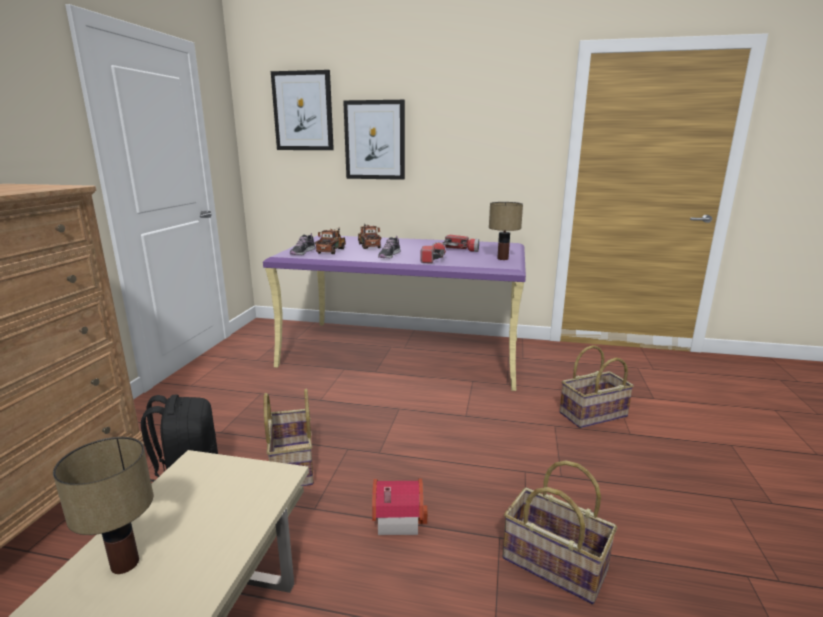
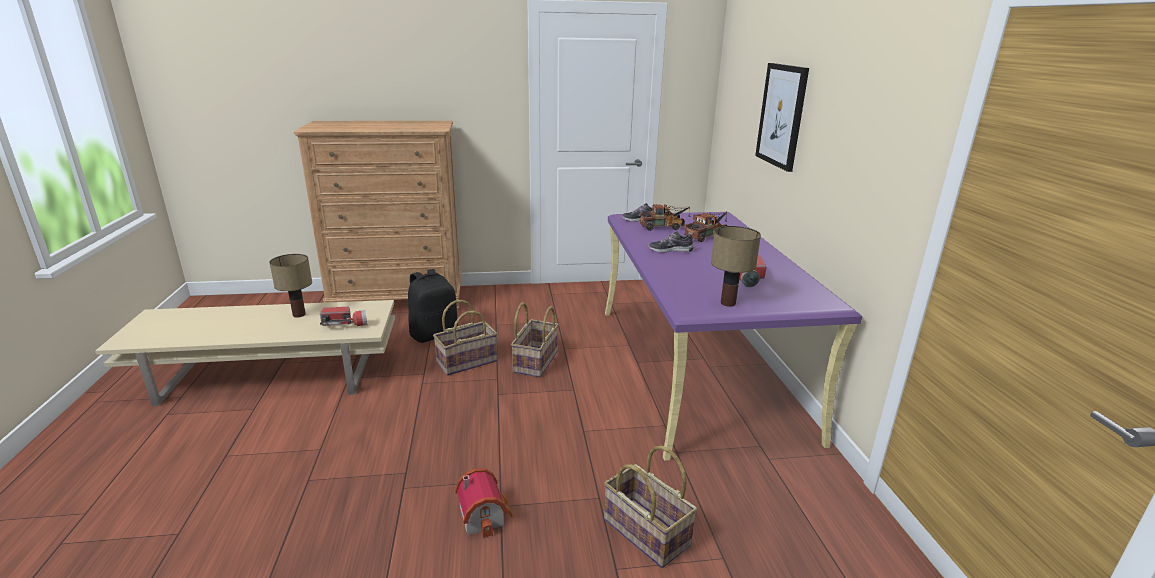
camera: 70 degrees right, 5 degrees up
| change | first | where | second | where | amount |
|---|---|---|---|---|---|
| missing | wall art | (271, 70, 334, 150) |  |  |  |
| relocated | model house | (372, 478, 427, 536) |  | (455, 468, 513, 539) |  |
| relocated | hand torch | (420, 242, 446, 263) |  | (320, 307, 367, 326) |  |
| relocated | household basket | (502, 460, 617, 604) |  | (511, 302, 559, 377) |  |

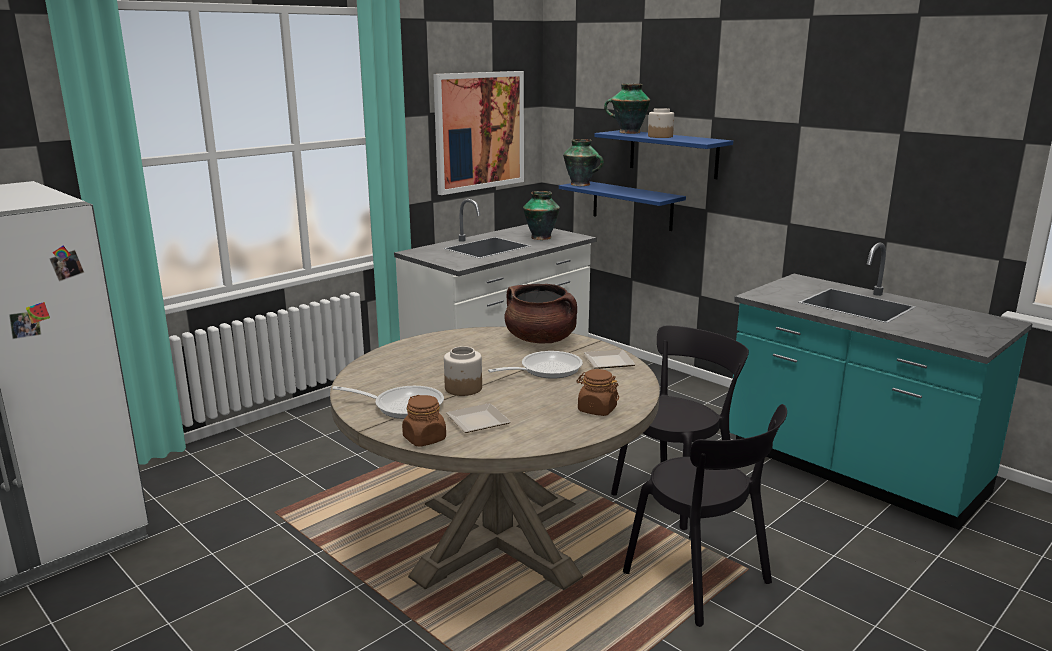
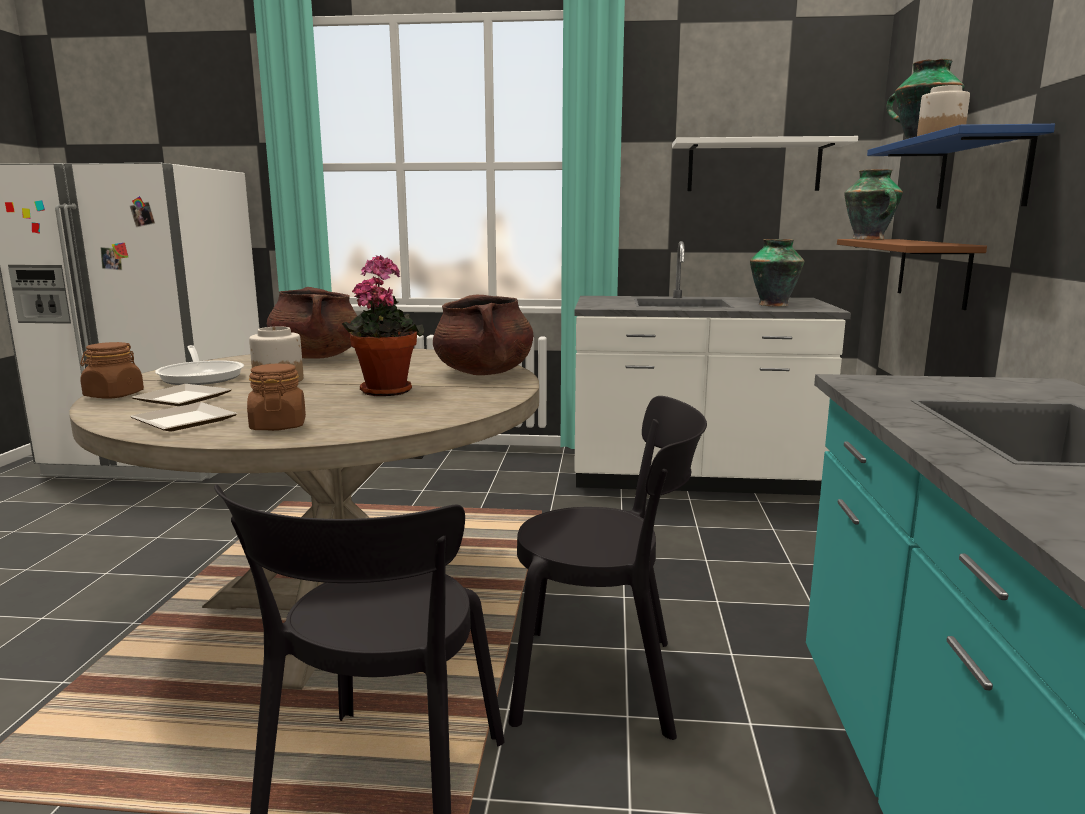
camera: 50 degrees right, 5 degrees down
| change | first | where | second | where | amount |
|---|---|---|---|---|---|
| appeared |  |  | brownish saucepot | (267, 287, 357, 359) |  |
| relocated | plate | (584, 350, 636, 369) |  | (130, 402, 237, 431) |  |
| exchanged | wall art | (433, 71, 524, 195) | white bracket shelf | (672, 136, 858, 191) |  |
| exchanged | skillet | (488, 351, 583, 379) | plant in a pot | (342, 255, 424, 396) |  |
| colour | bluish bracket shelf | (559, 181, 686, 231) | brownish bracket shelf | (837, 239, 987, 310) |  |

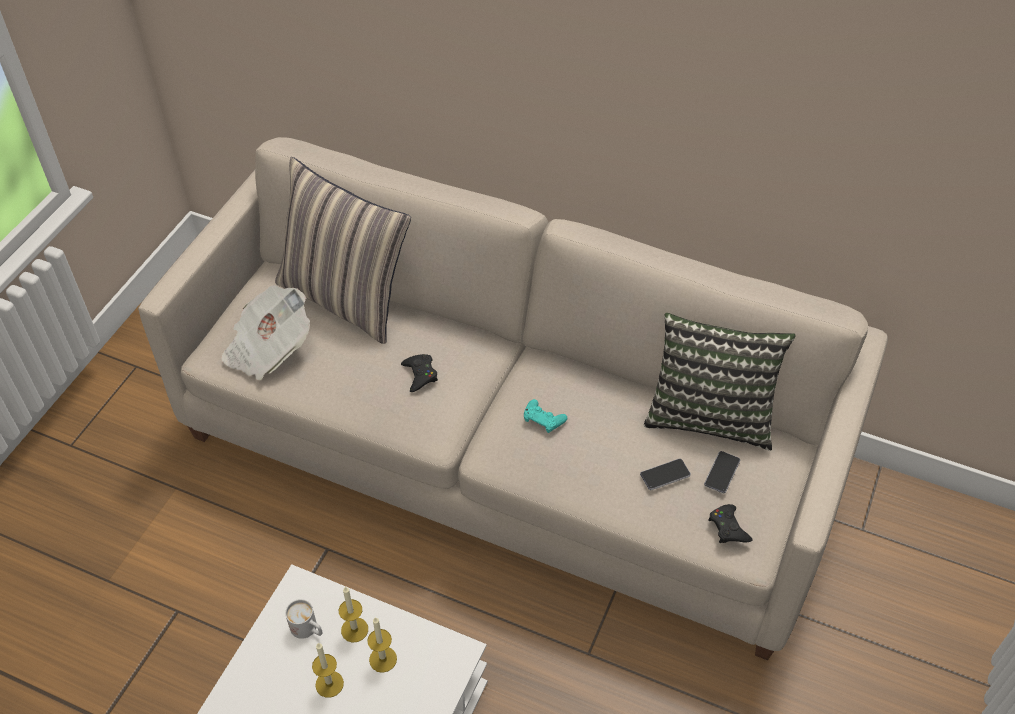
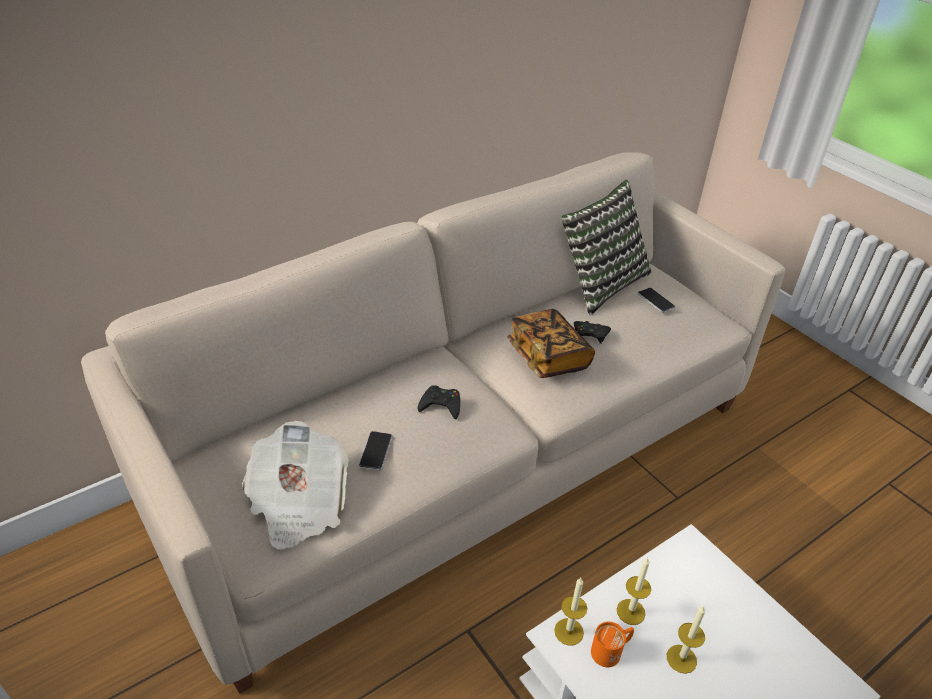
camera: 60 degrees left, 10 degrees down
| change | first | where | second | where | amount |
|---|---|---|---|---|---|
| missing | pillow | (275, 157, 411, 344) |  |  |  |
| relocated | wax candle | (367, 617, 397, 673) |  | (554, 578, 587, 646) |  |
| relocated | telephone | (640, 459, 691, 490) |  | (359, 431, 392, 470) |  |
| relocated | blackish joypad | (708, 504, 753, 543) |  | (574, 321, 611, 344) |  |
| exchanged | turquoise joypad | (524, 399, 567, 433) | bound book | (508, 309, 595, 378) |  |
| colour | white coffee mug | (285, 599, 322, 639) | orange coffee mug | (591, 622, 634, 667) |  |

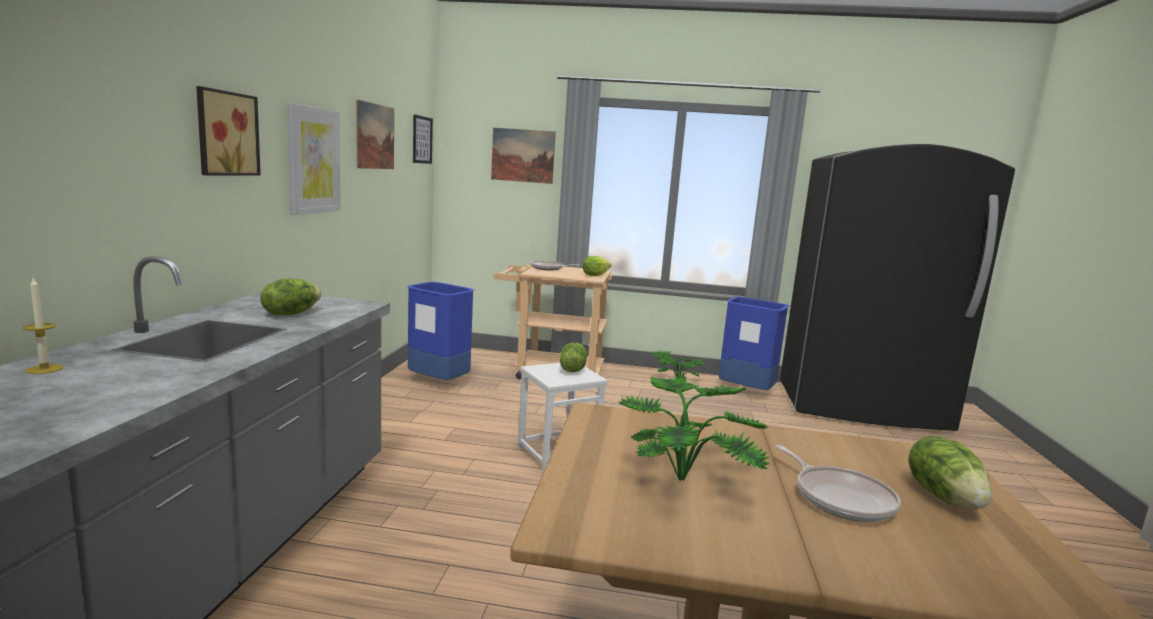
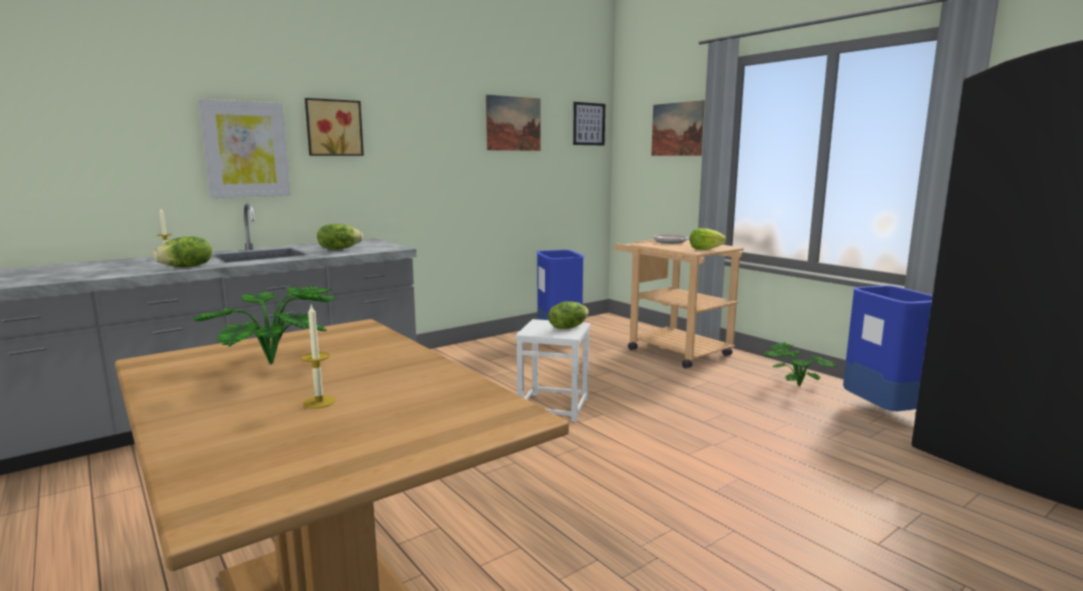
camera: 45 degrees right, 0 degrees up
| change | first | where | second | where | amount |
|---|---|---|---|---|---|
| relocated | wall art | (287, 103, 340, 215) |  | (198, 99, 291, 198) |  |
| relocated | lettuce | (908, 436, 992, 509) |  | (153, 236, 212, 267) |  |
| exchanged | skillet | (775, 445, 901, 522) | wax candle | (301, 305, 336, 409) |  |

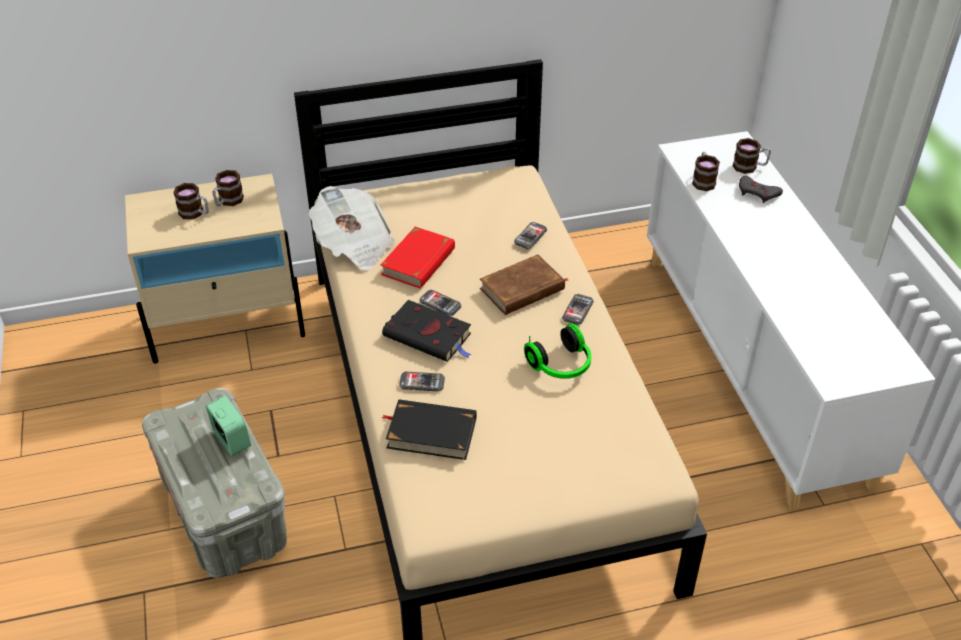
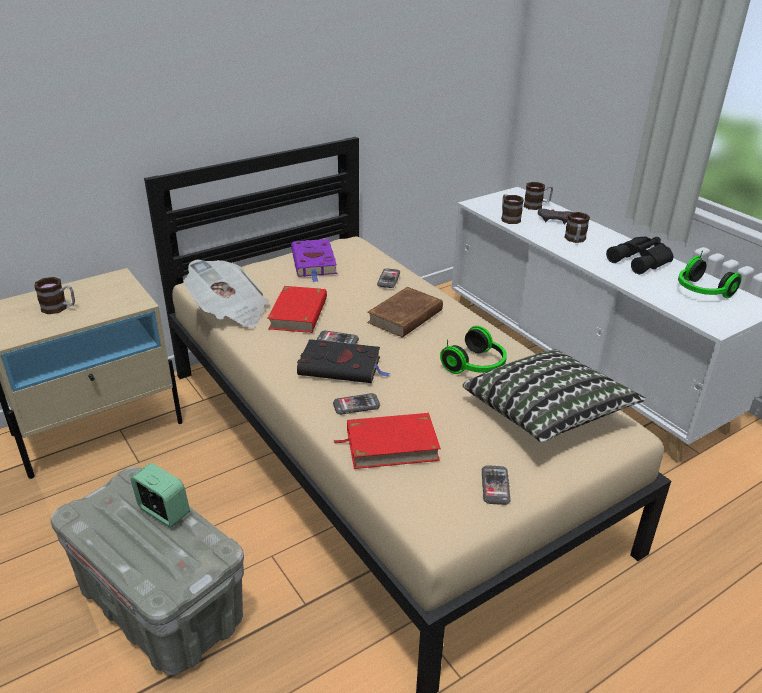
camera: 20 degrees left, 10 degrees down
| change | first | where | second | where | amount |
|---|---|---|---|---|---|
| appeared |  |  | purple-coloured bound book | (291, 239, 337, 282) |  |
| appeared |  |  | pillow | (463, 350, 646, 443) |  |
| appeared |  |  | blackish pair of binoculars | (606, 237, 674, 274) |  |
| appeared |  |  | headset | (678, 251, 742, 299) |  |
| relocated | coffee mug | (213, 170, 244, 206) |  | (564, 212, 590, 243) |  |
| relocated | telephone | (562, 294, 594, 325) |  | (482, 465, 511, 505) |  |
| colour | blackish bound book | (381, 399, 476, 460) | red bound book | (334, 413, 441, 469) |  |

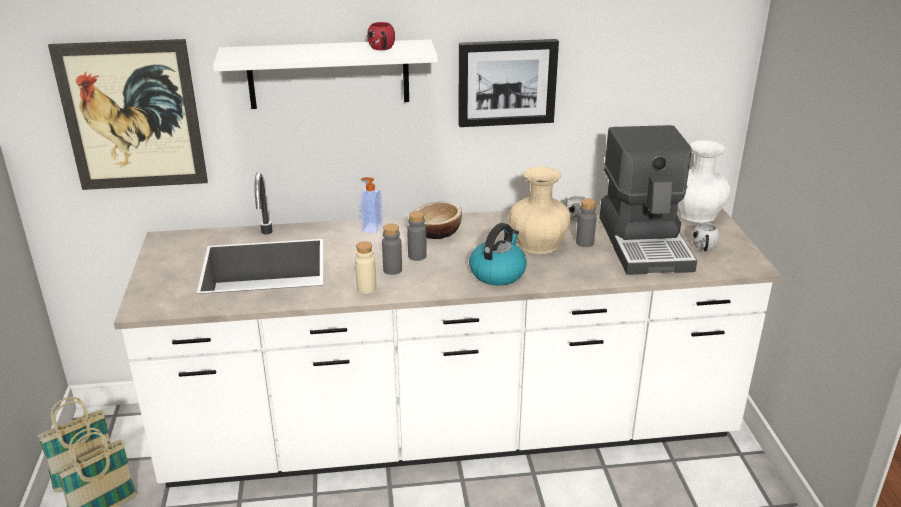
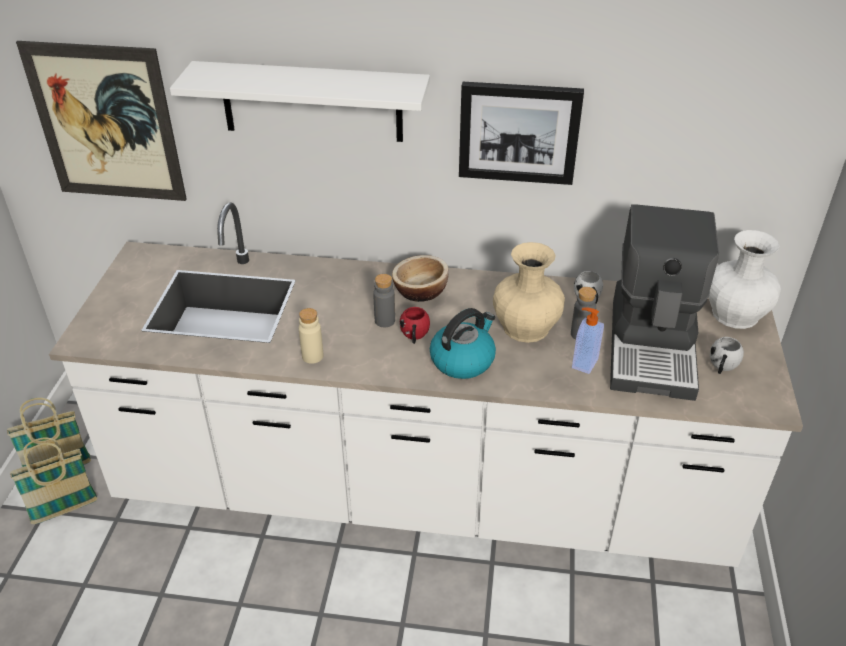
camera: 15 degrees right, 10 degrees up
| change | first | where | second | where | amount |
|---|---|---|---|---|---|
| missing | gray bottle | (382, 224, 402, 275) |  |  |  |
| relocated | liquid soap bottle | (360, 177, 383, 233) |  | (572, 307, 604, 374) |  |
| relocated | red coffee mug | (367, 22, 395, 50) |  | (400, 307, 430, 344) |  |

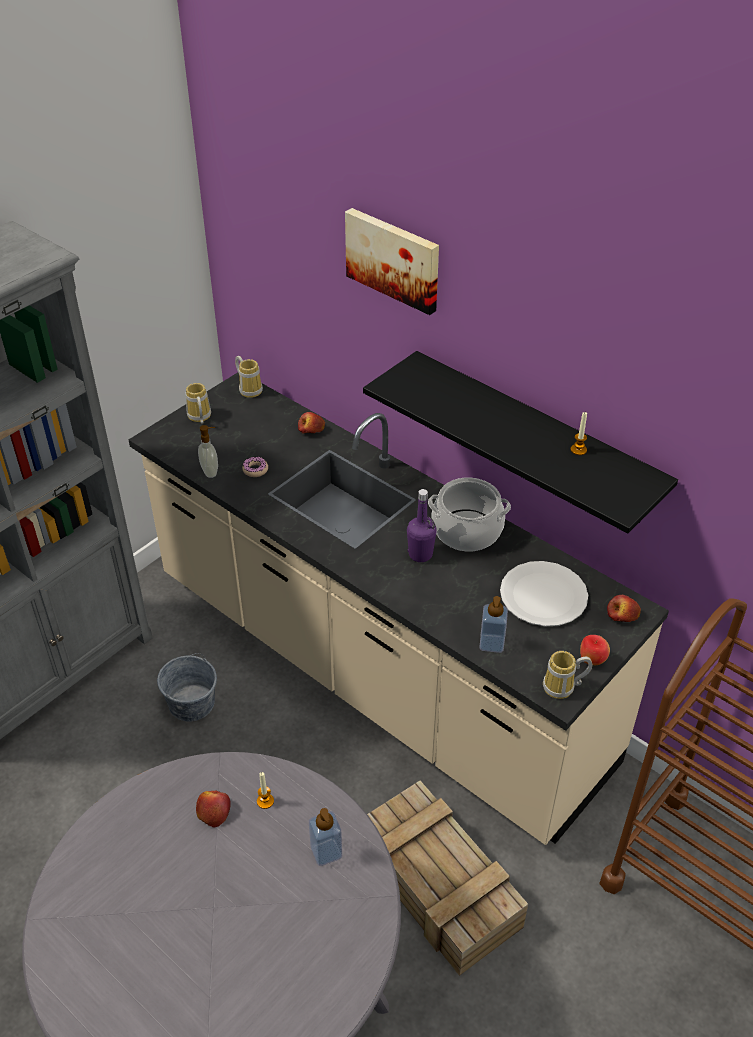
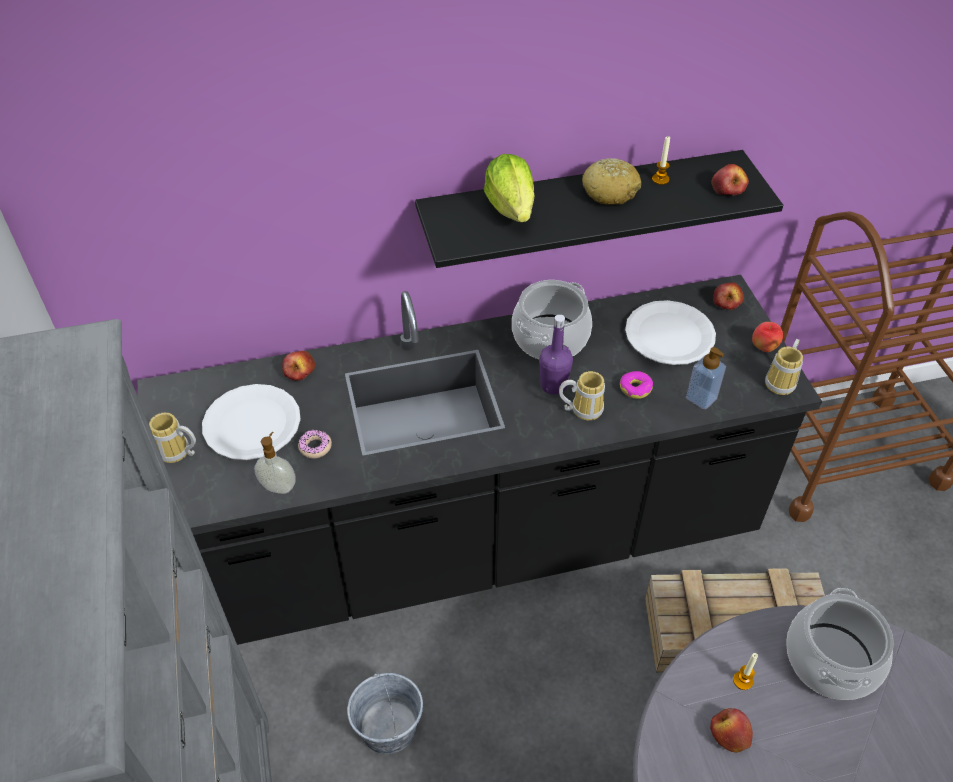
camera: 55 degrees left, 5 degrees up
| change | first | where | second | where | amount |
|---|---|---|---|---|---|
| missing | wall art | (345, 208, 439, 315) |  |  |  |
| appeared |  |  | white plate | (202, 384, 301, 460) |  |
| appeared |  |  | lettuce | (484, 154, 535, 222) |  |
| appeared |  |  | bread | (582, 158, 641, 205) |  |
| appeared |  |  | donut | (620, 371, 653, 399) |  |
| appeared |  |  | apple fruit | (711, 164, 749, 195) |  |
| relocated | coffee mug | (235, 356, 263, 398) |  | (559, 371, 605, 420) |  |
| exchanged | liquid soap bottle | (309, 808, 342, 866) | saucepot | (786, 588, 894, 700) |  |
| colour | sand-coloured kitchen counter | (129, 373, 669, 845) | blackish kitchen counter | (138, 275, 822, 645) |  |

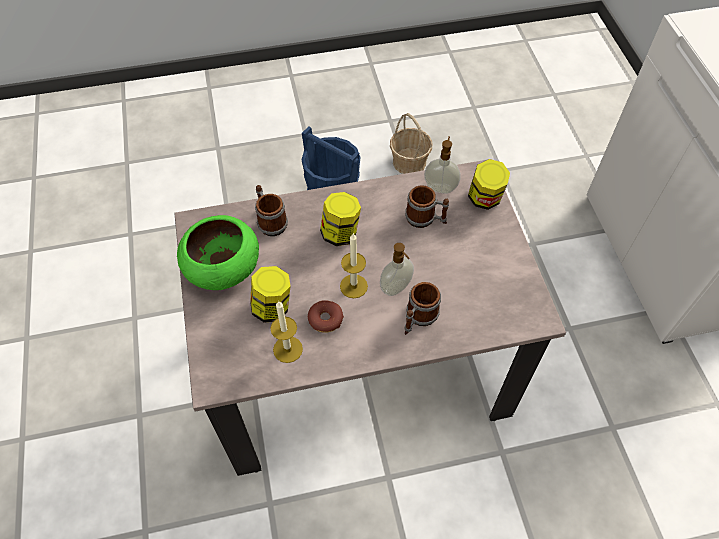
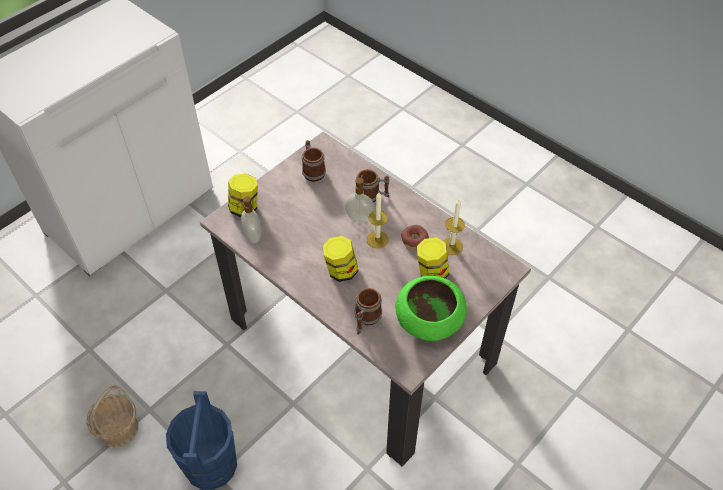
camera: 125 degrees left, 5 degrees down
| change | first | where | second | where | amount |
|---|---|---|---|---|---|
| relocated | coffee mug | (405, 185, 449, 228) |  | (302, 140, 326, 182) |  |

